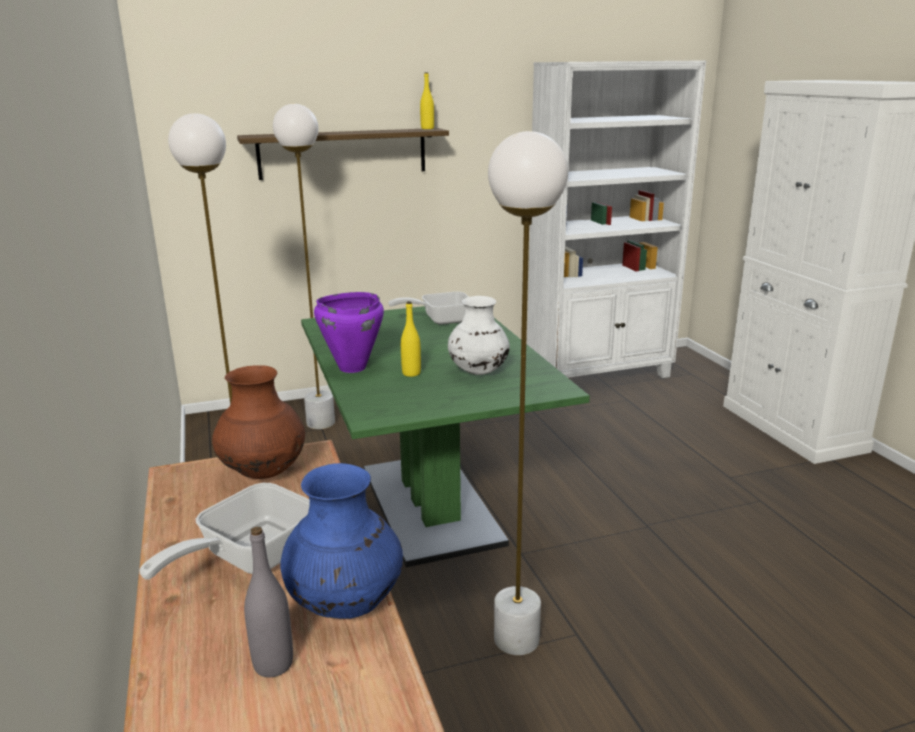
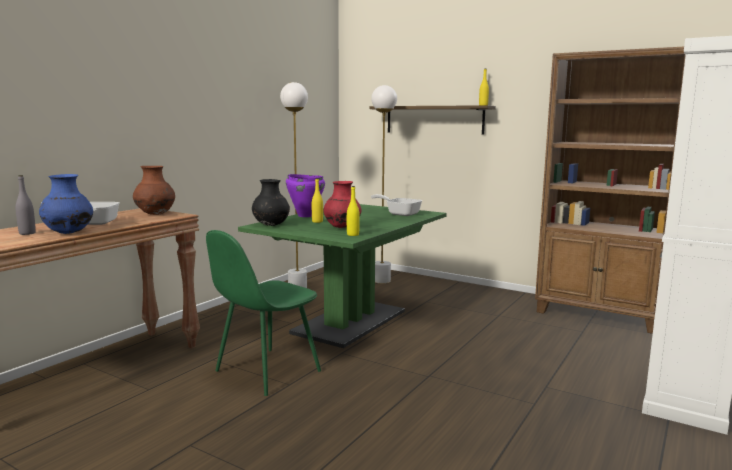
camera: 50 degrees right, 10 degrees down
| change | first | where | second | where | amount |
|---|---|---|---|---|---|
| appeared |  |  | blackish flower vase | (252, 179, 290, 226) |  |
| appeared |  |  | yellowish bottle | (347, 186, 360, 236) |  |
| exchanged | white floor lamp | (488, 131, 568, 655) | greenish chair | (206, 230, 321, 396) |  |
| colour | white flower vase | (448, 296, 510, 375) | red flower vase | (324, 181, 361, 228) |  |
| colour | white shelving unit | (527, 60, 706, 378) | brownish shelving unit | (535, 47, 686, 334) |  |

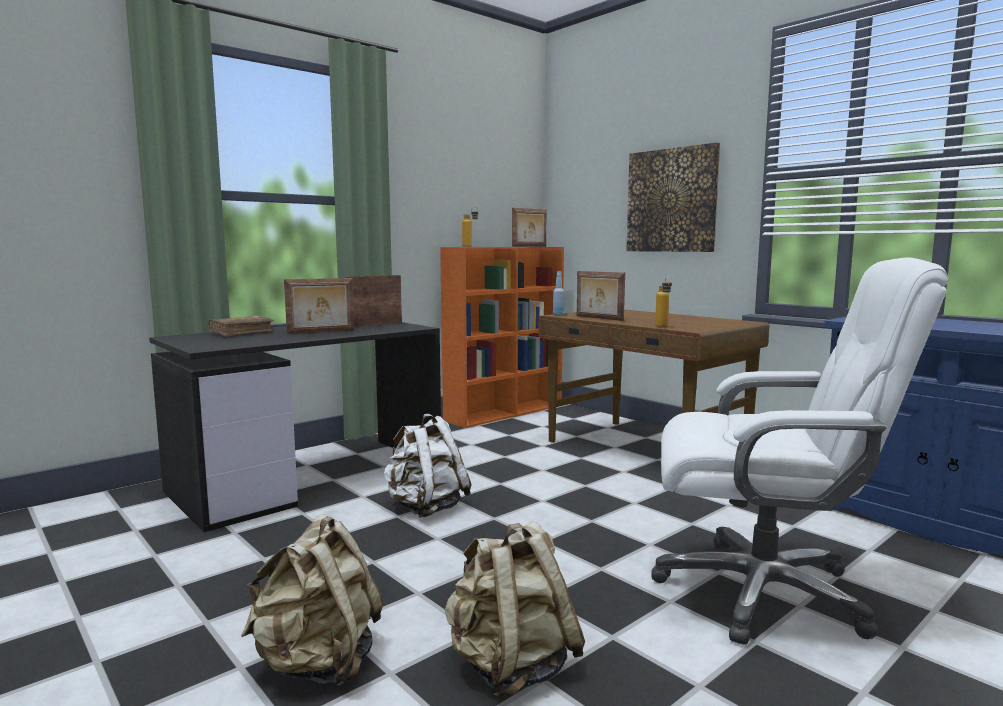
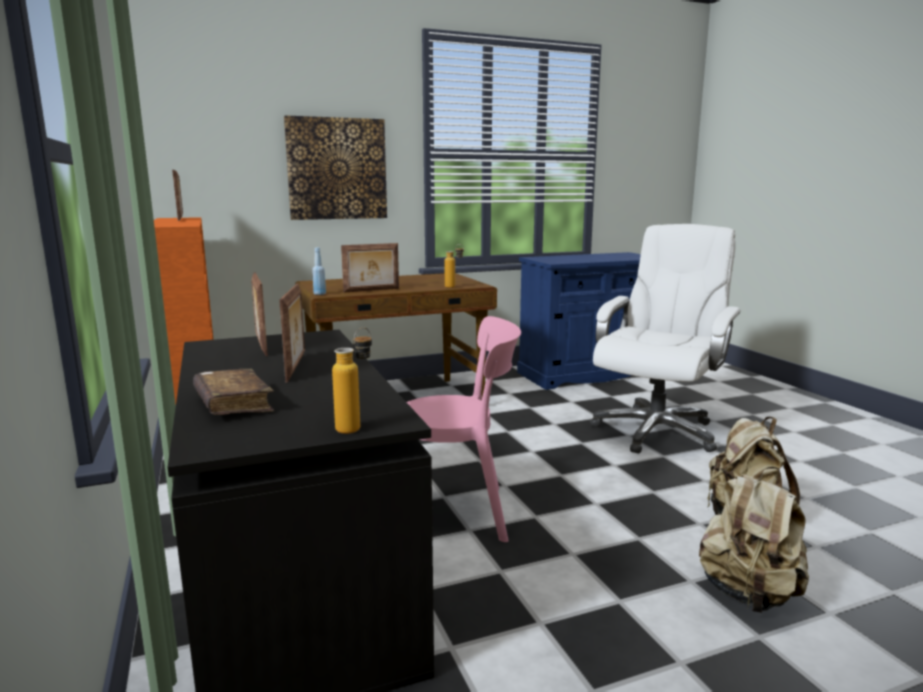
camera: 70 degrees left, 5 degrees up
| change | first | where | second | where | amount |
|---|---|---|---|---|---|
| relocated | bottle | (462, 207, 479, 247) |  | (332, 327, 372, 434) |  |
| exchanged | white knapsack | (383, 414, 472, 518) | pink-coloured chair | (407, 316, 521, 542) |  |

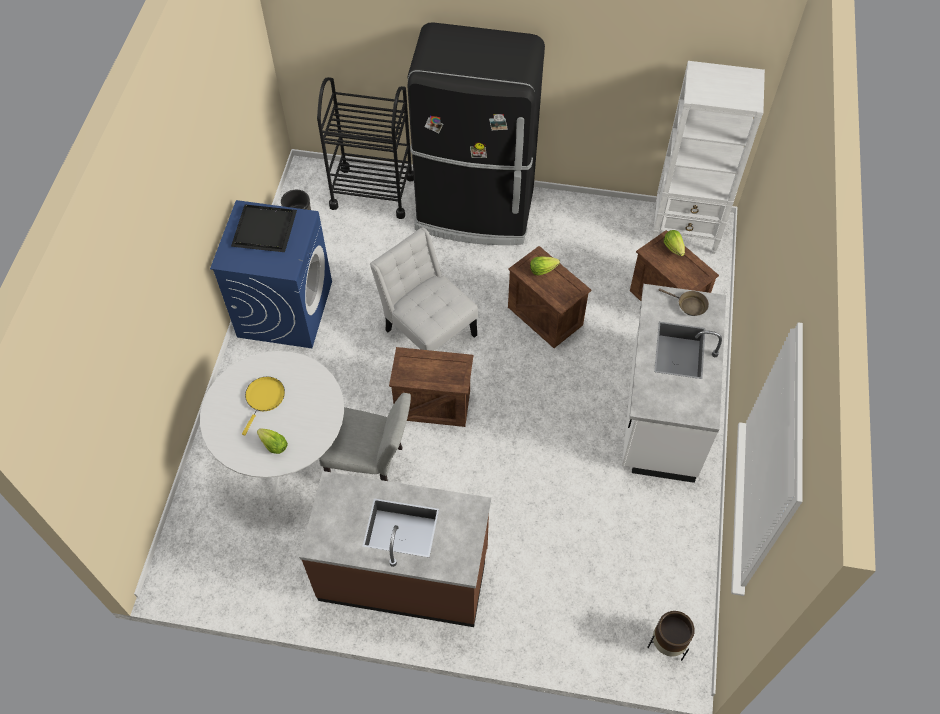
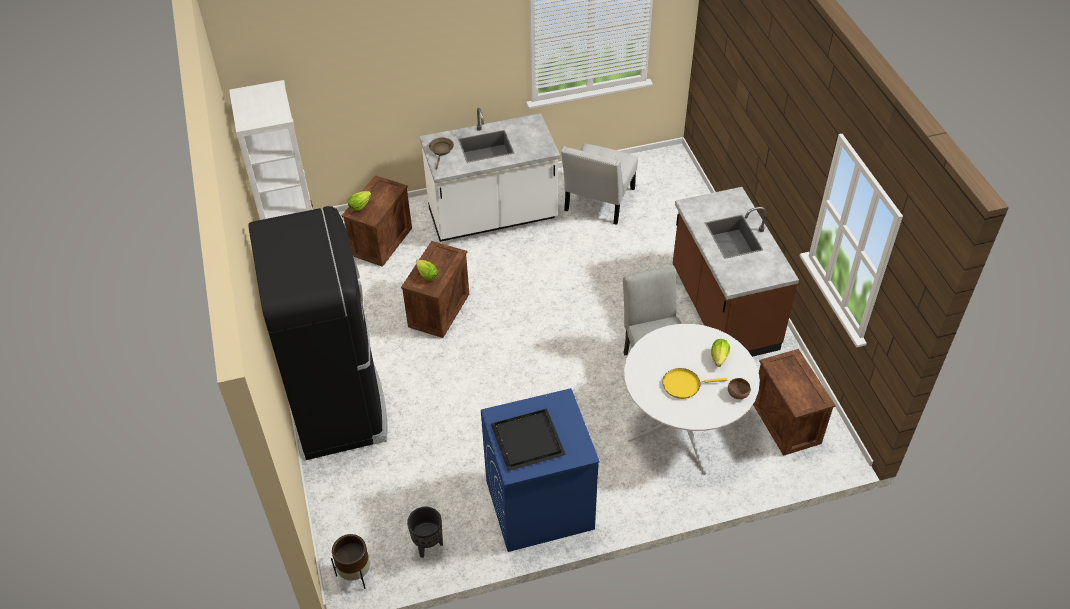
camera: 115 degrees left, 10 degrees down
| change | first | where | second | where | amount |
|---|---|---|---|---|---|
| missing | blackish trolley | (317, 77, 414, 219) |  |  |  |
| appeared |  |  | brownish bowl | (728, 378, 751, 399) |  |
| relocated | white chair | (370, 227, 478, 351) |  | (561, 144, 638, 225) |  |
| relocated | shipping crate | (389, 347, 473, 427) |  | (753, 349, 835, 456) |  |
| relocated | brownish planter | (647, 611, 695, 661) |  | (331, 534, 370, 589) |  |

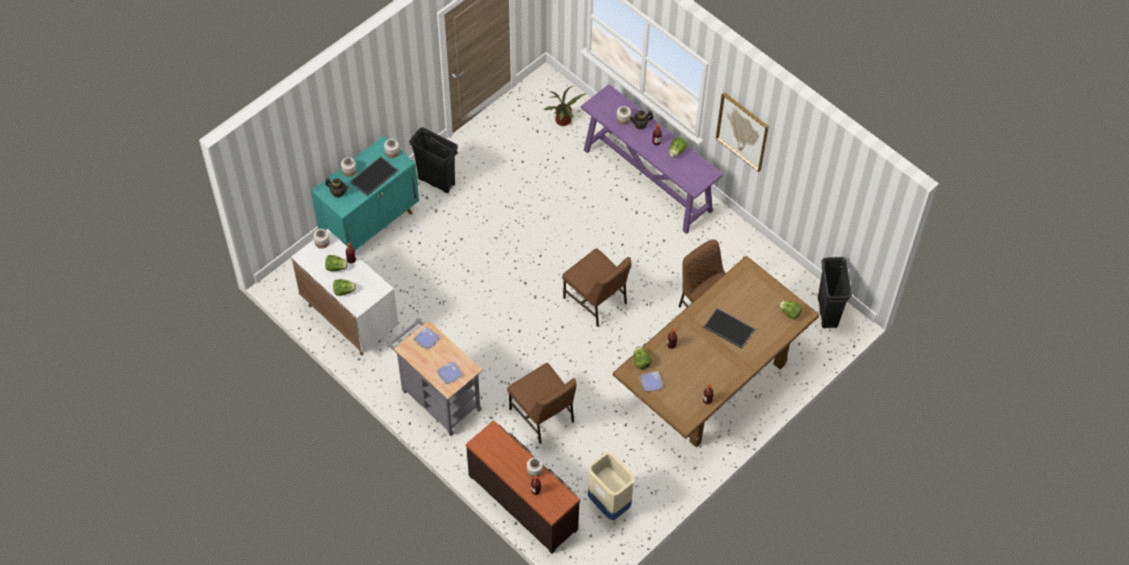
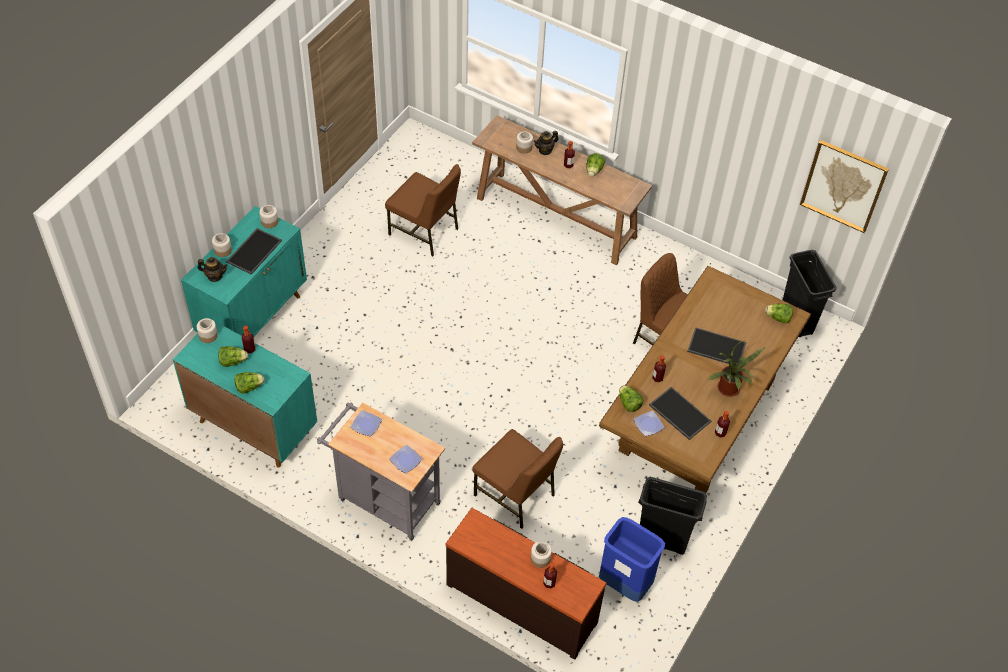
camera: 15 degrees left, 5 degrees down
| change | first | where | second | where | amount |
|---|---|---|---|---|---|
| appeared |  |  | tray | (649, 387, 711, 440) |  |
| relocated | blackish waste bin | (409, 127, 458, 193) |  | (638, 477, 707, 555) |  |
| relocated | plant in a pot | (544, 86, 587, 126) |  | (708, 340, 766, 397) |  |
| relocated | brownish chair | (562, 248, 631, 327) |  | (385, 164, 461, 256) |  |
| relocated | wall art | (716, 92, 769, 172) |  | (800, 140, 889, 233) |  |
| colour | white cupboard | (291, 229, 399, 356) | turquoise cupboard | (173, 320, 317, 468) |  |
| colour | purple-coloured console table | (581, 84, 723, 234) | brownish console table | (472, 115, 652, 265) |  |
| colour | sand-coloured waste bin | (588, 452, 635, 520) | bluish waste bin | (599, 517, 665, 602) |  |

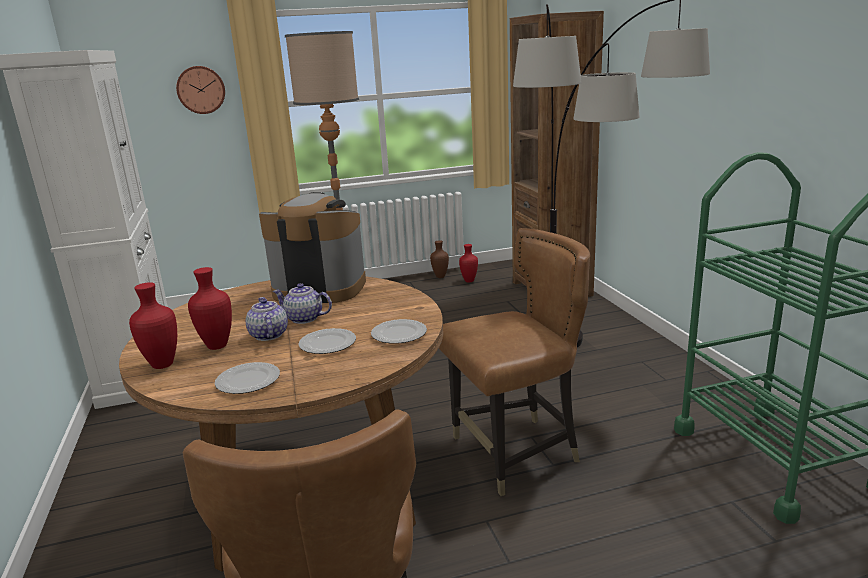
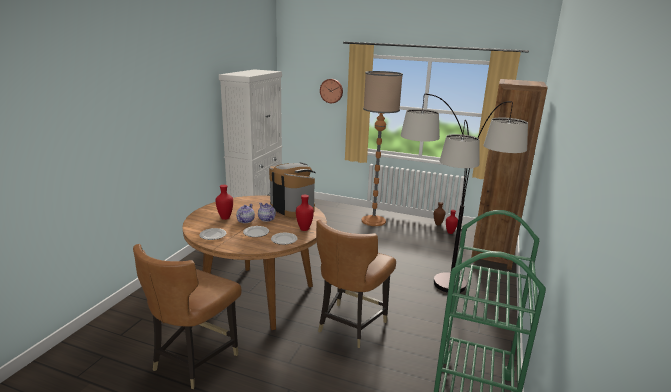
camera: 35 degrees right, 0 degrees up
| change | first | where | second | where | amount |
|---|---|---|---|---|---|
| relocated | red flower vase | (129, 282, 177, 369) |  | (296, 195, 314, 231) |  |
| spun | brownish chair | (439, 228, 590, 496) |  | (316, 220, 396, 348) | 105 degrees clockwise |

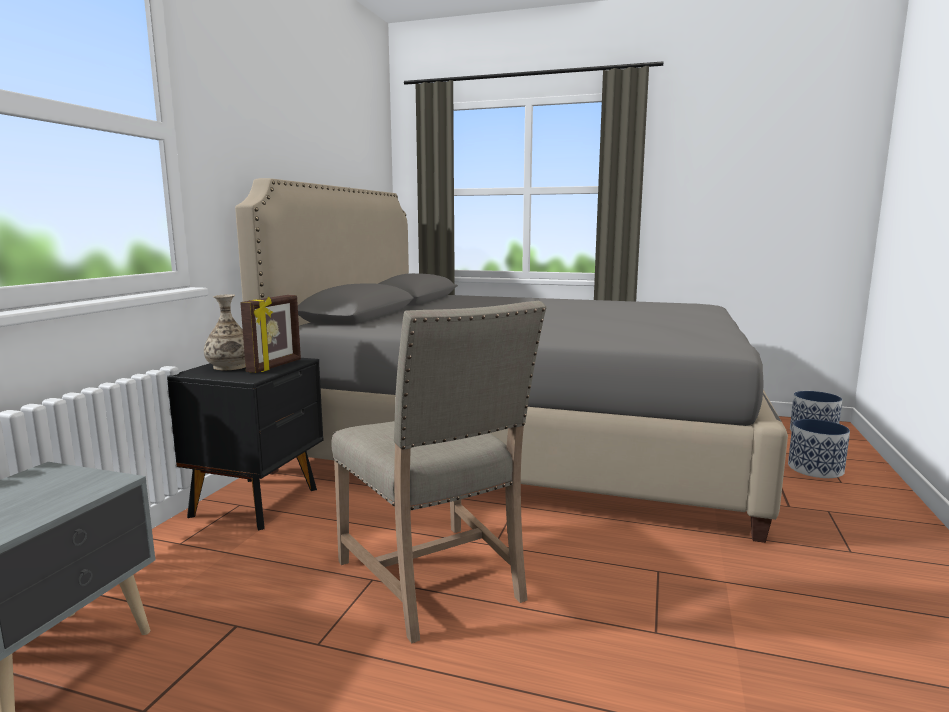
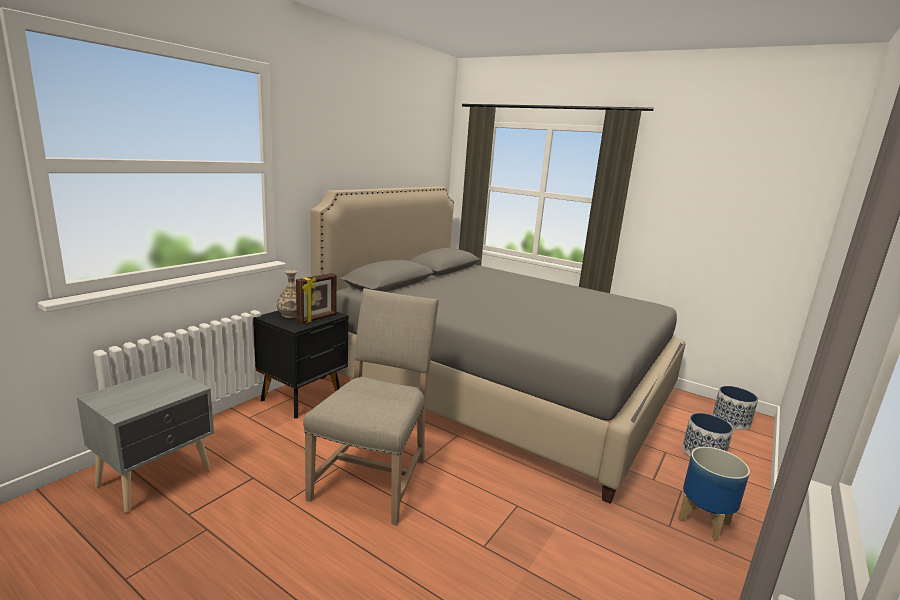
camera: 15 degrees right, 5 degrees up
| change | first | where | second | where | amount |
|---|---|---|---|---|---|
| appeared |  |  | planter | (678, 447, 750, 541) |  |
| spun | sand-coloured chair | (331, 301, 546, 644) |  | (303, 288, 439, 525) | 150 degrees counterclockwise |

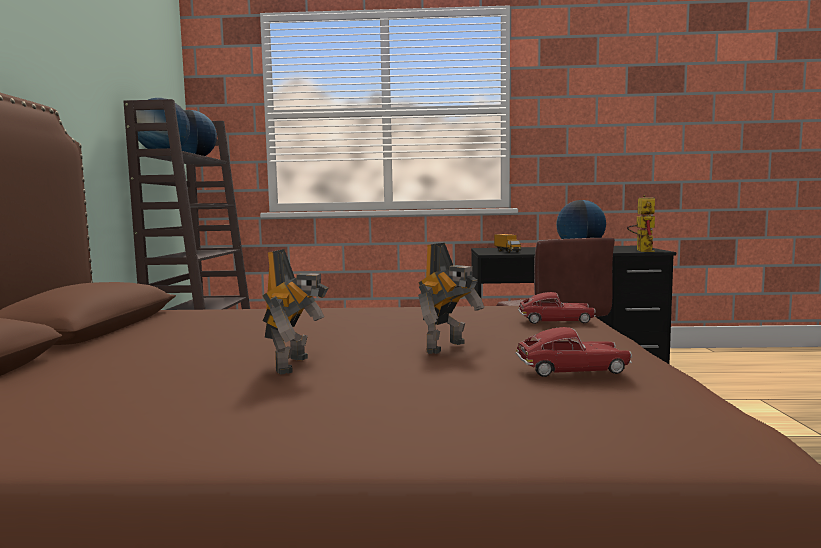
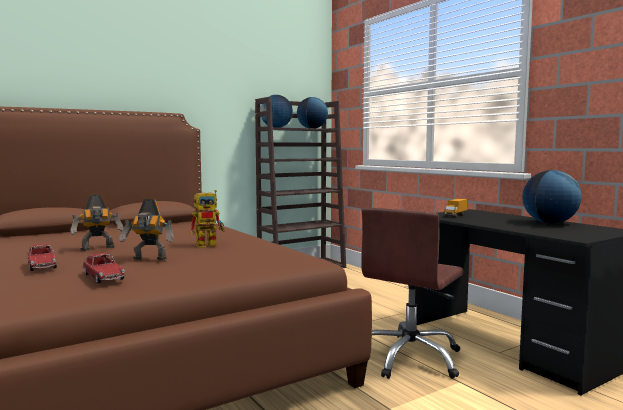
camera: 55 degrees right, 0 degrees up
| change | first | where | second | where | amount |
|---|---|---|---|---|---|
| relocated | miniature car | (518, 292, 596, 324) |  | (27, 244, 57, 271) |  |
| relocated | model robot | (627, 195, 655, 252) |  | (190, 190, 225, 248) |  |

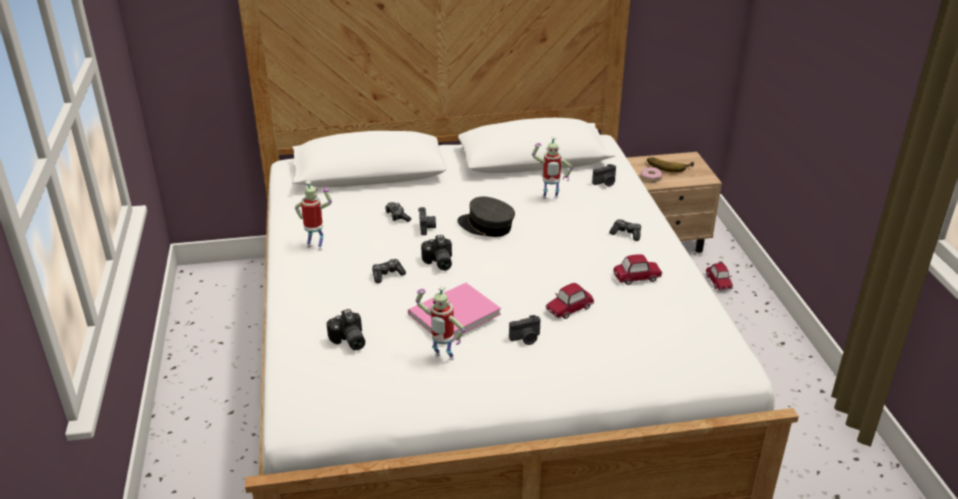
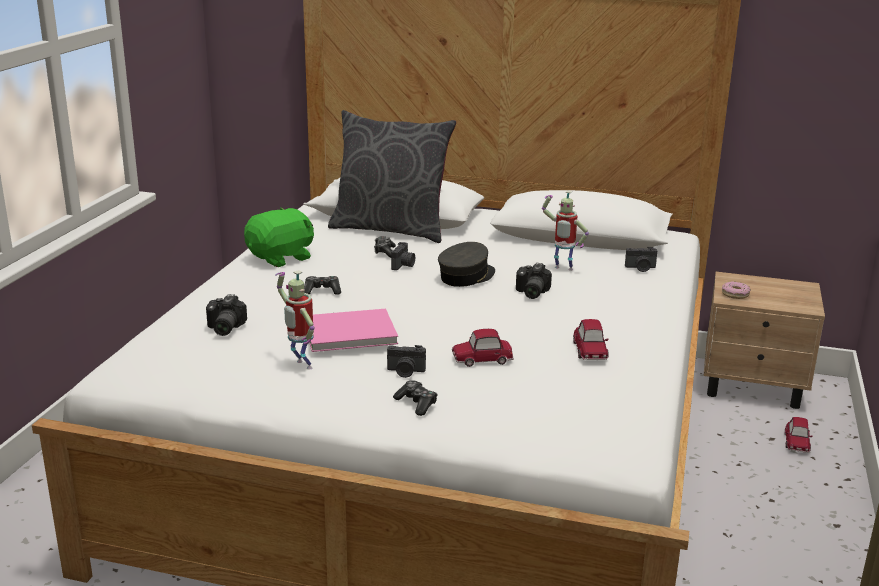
camera: 25 degrees right, 10 degrees down
| change | first | where | second | where | amount |
|---|---|---|---|---|---|
| missing | banana fruit | (647, 157, 694, 172) |  |  |  |
| appeared |  |  | gray pillow | (328, 110, 456, 243) |  |
| relocated | photo camera | (421, 235, 452, 271) |  | (516, 263, 552, 299) |  |
| relocated | joypad | (609, 219, 641, 241) |  | (393, 380, 437, 416) |  |
| exchanged | model robot | (295, 181, 332, 251) | greenish cuddly toy | (244, 208, 314, 267) |  |
| spun | gray baseball cap | (457, 197, 515, 237) |  | (438, 242, 495, 287) | 75 degrees clockwise |
| spun | miniature car | (613, 254, 662, 285) |  | (573, 319, 609, 360) | 75 degrees clockwise |

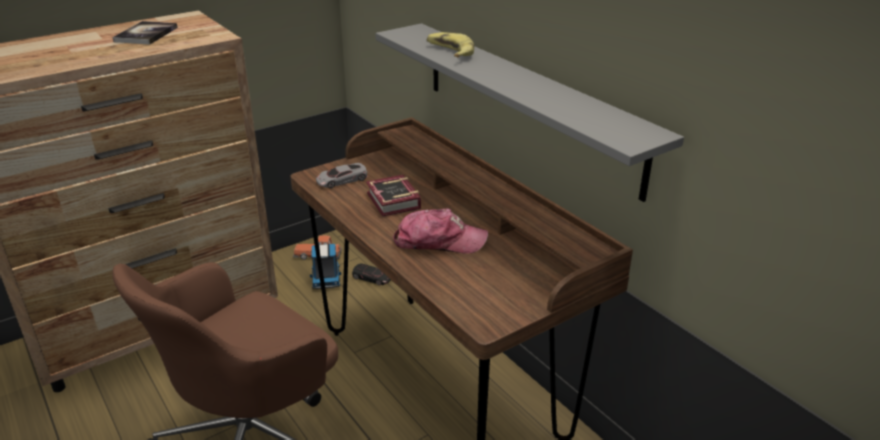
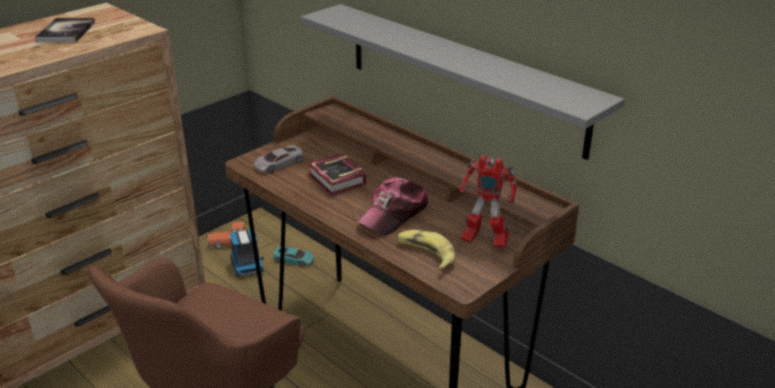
camera: 10 degrees left, 0 degrees up
| change | first | where | second | where | amount |
|---|---|---|---|---|---|
| appeared |  |  | model robot | (459, 155, 517, 248) |  |
| relocated | banana fruit | (427, 32, 474, 57) |  | (397, 230, 455, 271) |  |
| colour | blackish miniature car | (352, 263, 391, 285) | turquoise miniature car | (273, 247, 314, 266) |  |
| spun | baseball cap | (393, 208, 488, 254) |  | (356, 177, 429, 235) | 135 degrees clockwise |

